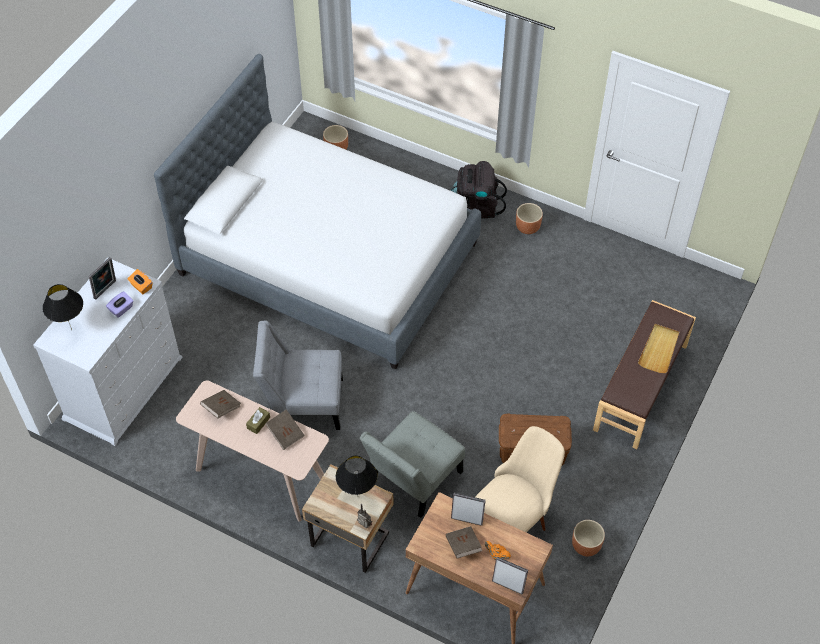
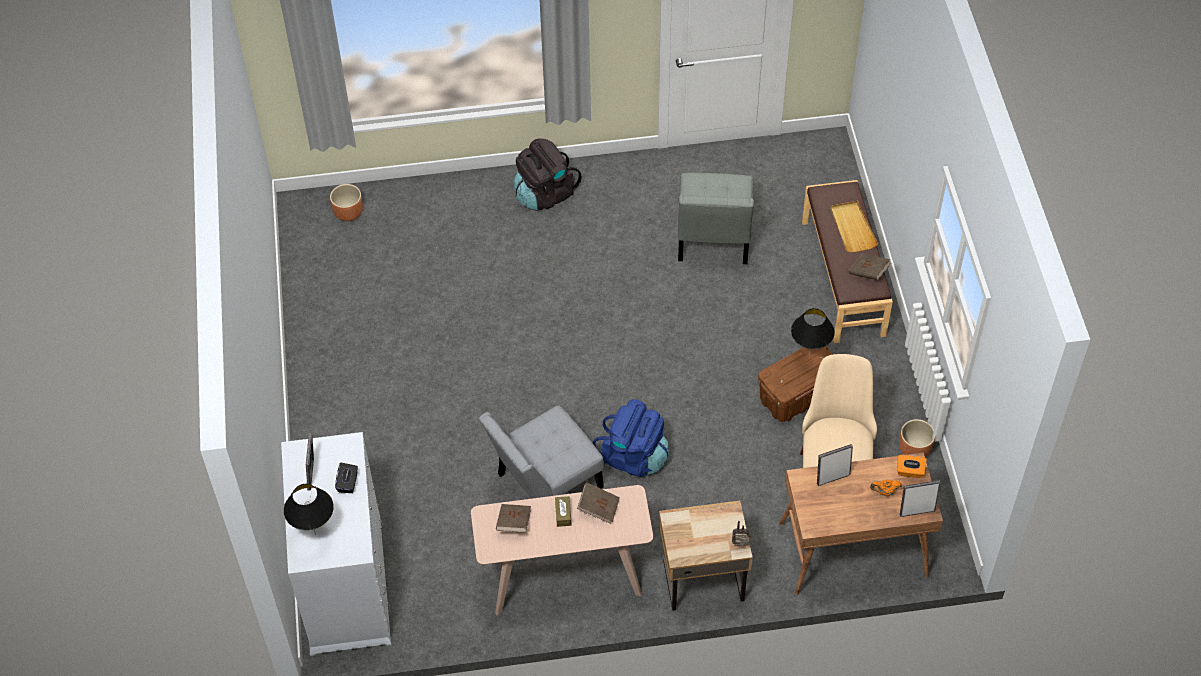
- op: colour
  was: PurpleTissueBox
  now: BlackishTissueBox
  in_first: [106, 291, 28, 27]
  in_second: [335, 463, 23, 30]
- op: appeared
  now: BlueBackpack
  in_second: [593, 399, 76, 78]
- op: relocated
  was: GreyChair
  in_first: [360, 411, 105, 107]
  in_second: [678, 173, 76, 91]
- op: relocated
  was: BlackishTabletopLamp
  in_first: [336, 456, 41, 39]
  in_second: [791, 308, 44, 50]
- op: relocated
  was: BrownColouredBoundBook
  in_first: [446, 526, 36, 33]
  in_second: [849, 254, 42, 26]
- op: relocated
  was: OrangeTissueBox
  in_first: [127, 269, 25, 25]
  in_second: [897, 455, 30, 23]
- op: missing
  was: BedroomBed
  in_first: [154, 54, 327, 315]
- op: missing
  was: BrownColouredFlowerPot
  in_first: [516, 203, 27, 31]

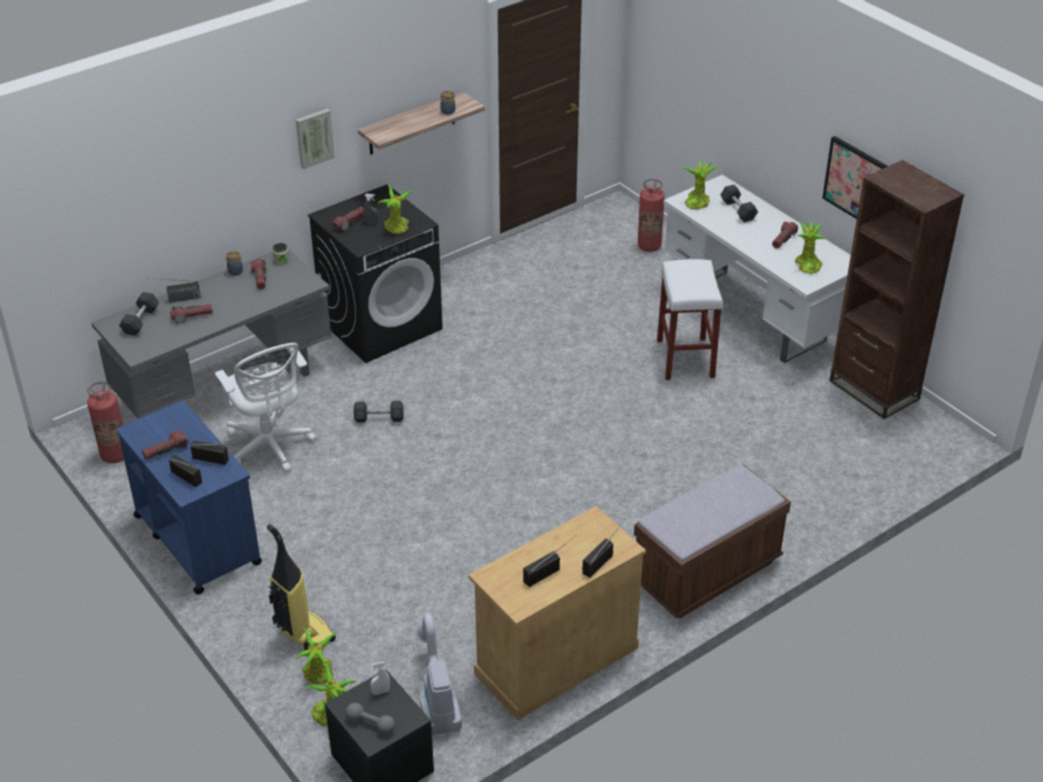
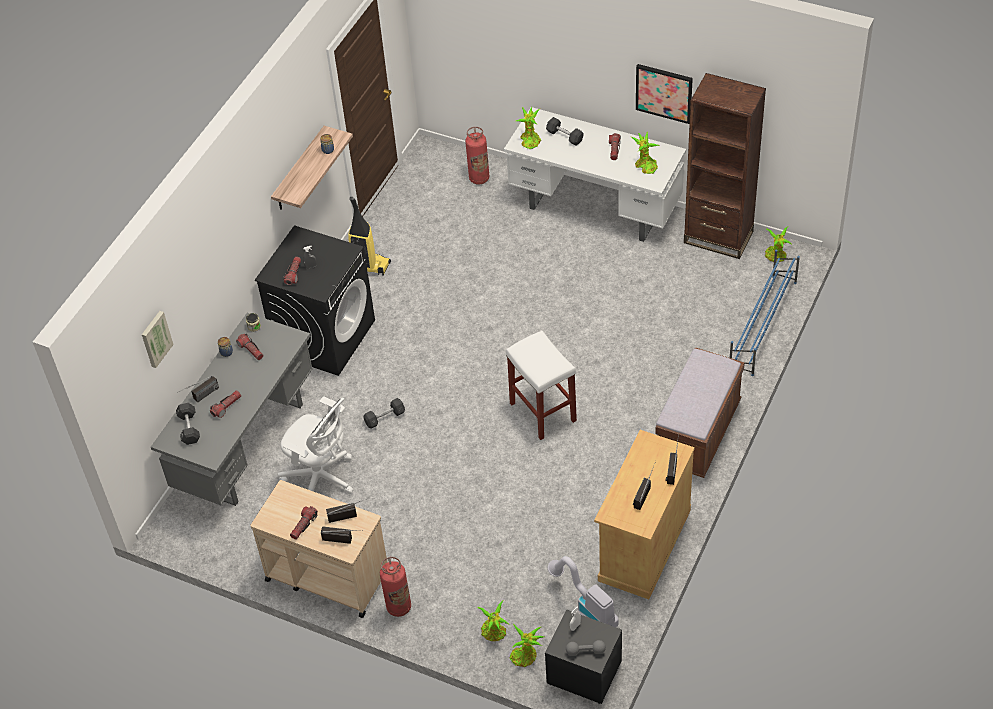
- op: relocated
  was: WallArt
  in_first: [296, 108, 39, 61]
  in_second: [142, 311, 32, 57]
- op: colour
  was: BlueCart
  now: SandColouredCart
  in_first: [116, 400, 146, 195]
  in_second: [250, 480, 138, 138]
- op: relocated
  was: Hoover
  in_first: [267, 524, 69, 127]
  in_second: [348, 197, 43, 79]
- op: relocated
  was: FireExtinguisher
  in_first: [87, 382, 37, 81]
  in_second: [380, 557, 31, 60]
- op: relocated
  was: WhiteColouredStool
  in_first: [657, 259, 66, 121]
  in_second: [506, 331, 71, 109]
- op: appeared
  now: BlueShoeStand
  in_second: [730, 249, 70, 127]
- op: relocated
  was: PottedPlant
  in_first: [377, 185, 36, 49]
  in_second: [765, 226, 27, 36]

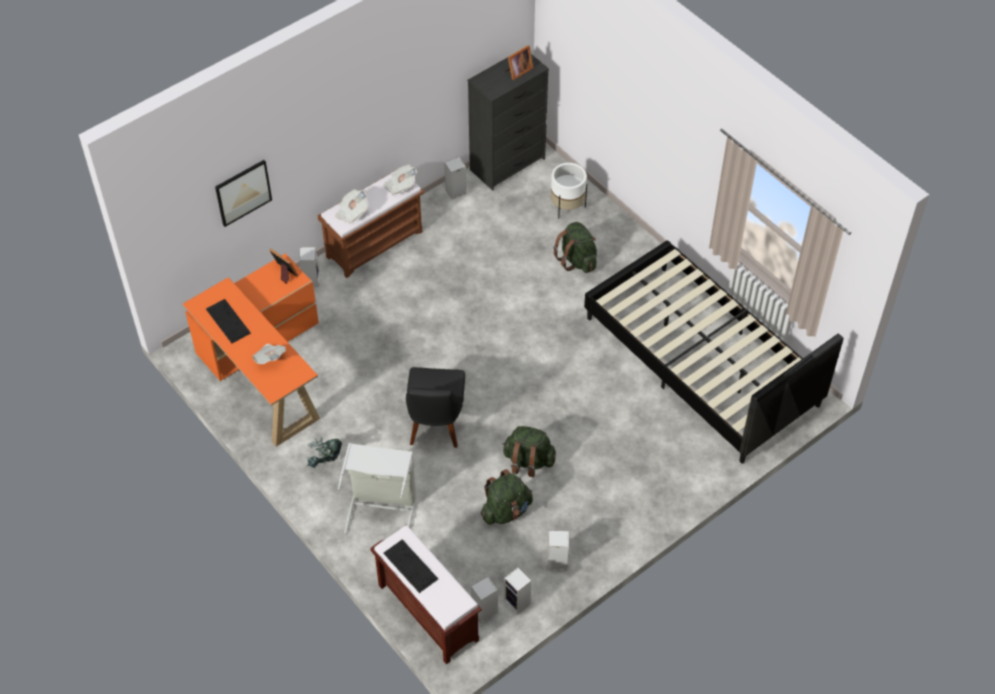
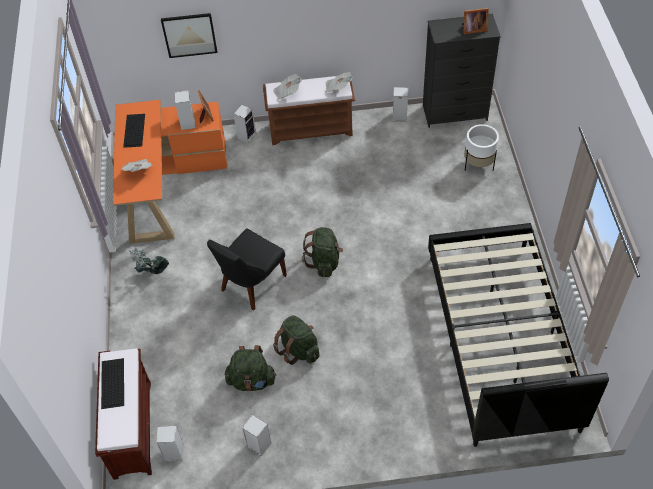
- op: relocated
  was: Speaker
  in_first: [504, 568, 27, 46]
  in_second: [174, 90, 21, 40]
- op: relocated
  was: GreenColouredBackpack
  in_first: [553, 222, 44, 51]
  in_second: [302, 227, 41, 50]
- op: missing
  was: GreyHamper
  in_first: [338, 443, 79, 90]

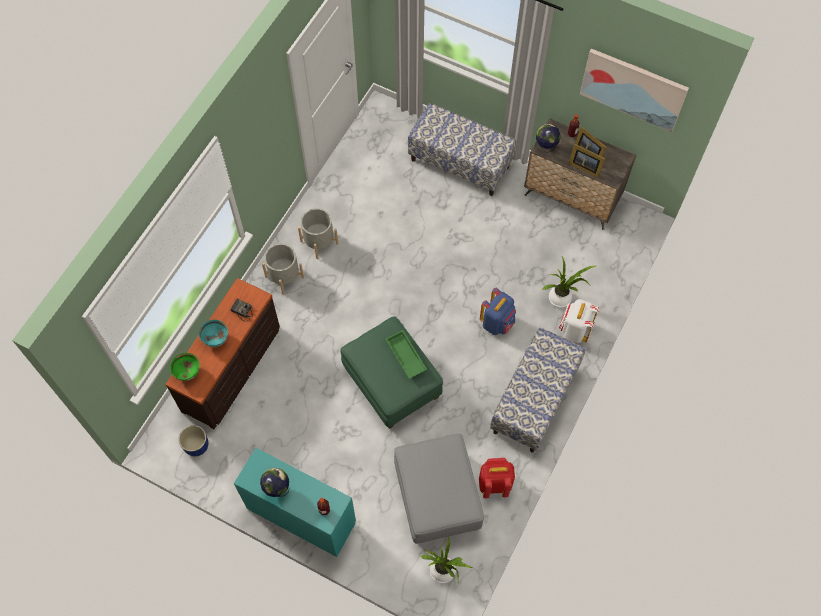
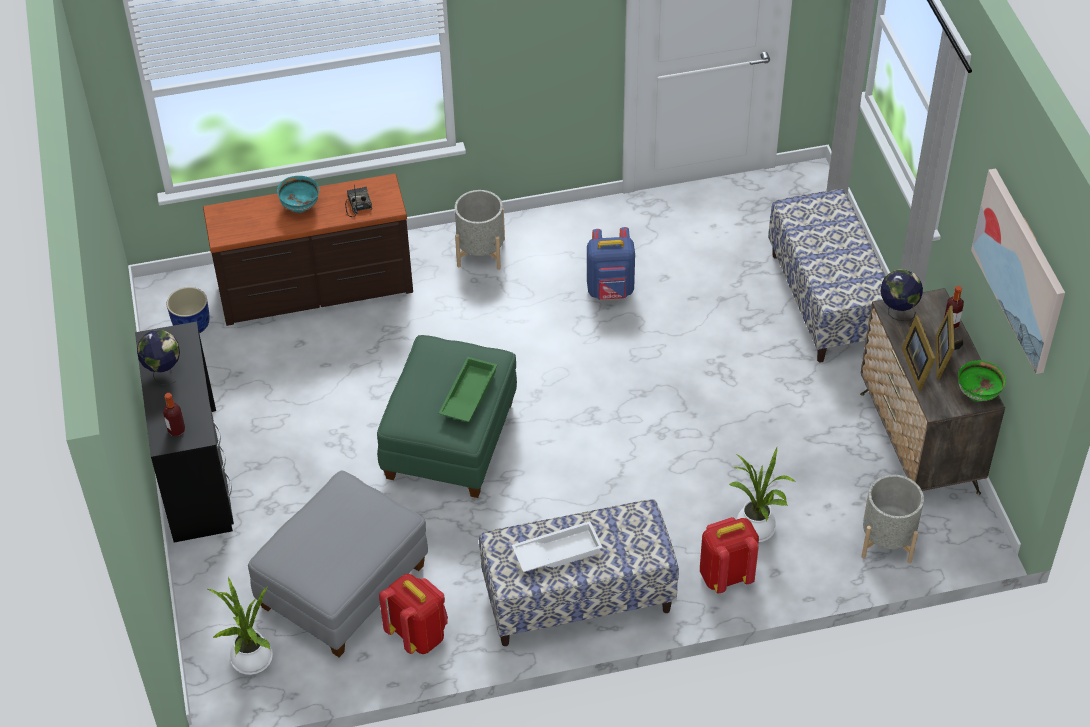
- op: colour
  was: TurquoiseColouredDesk
  now: BlackishDesk
  in_first: [234, 448, 122, 109]
  in_second: [135, 321, 99, 222]
- op: appeared
  now: WhiteColouredServingTray
  in_second: [512, 521, 91, 51]
- op: relocated
  was: BlueBackpack
  in_first: [480, 288, 36, 47]
  in_second: [587, 227, 48, 73]
- op: colour
  was: WhiteColouredBackpack
  now: ReddishBackpack
  in_first: [559, 299, 40, 44]
  in_second: [700, 517, 59, 76]
- op: relocated
  was: GreyFlowerPot
  in_first: [298, 208, 40, 51]
  in_second: [861, 475, 63, 89]
- op: relocated
  was: GreenColouredBowl
  in_first: [170, 353, 30, 28]
  in_second: [958, 360, 48, 42]

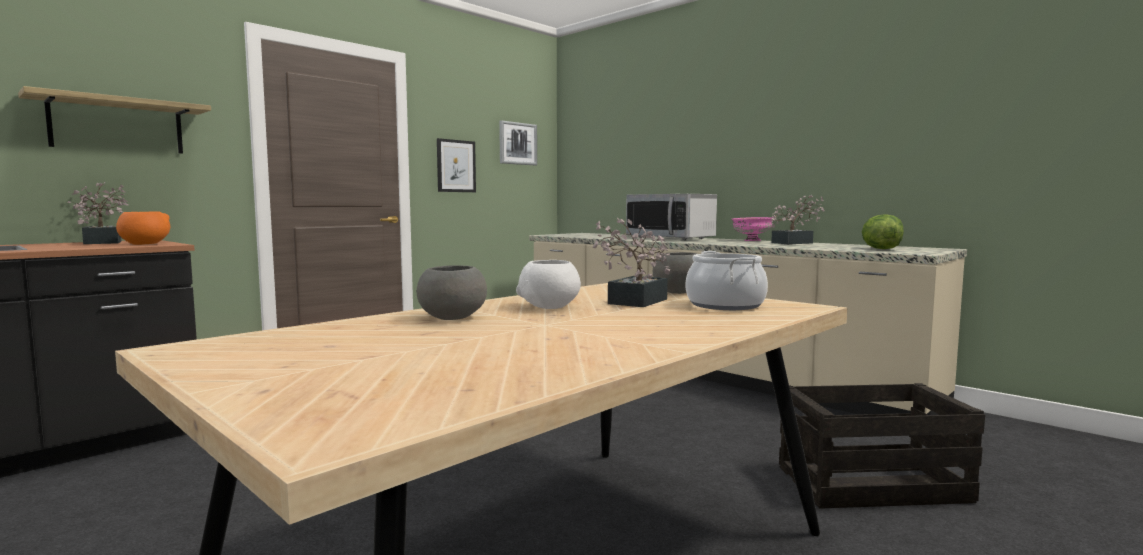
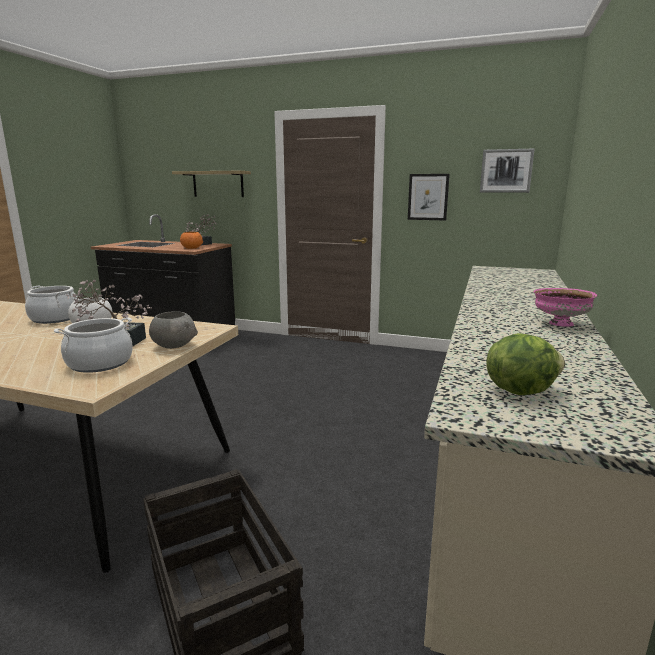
- op: exchanged
  was: GreyBowl
  now: Stockpot
  in_first: [417, 265, 70, 55]
  in_second: [25, 286, 53, 38]
- op: missing
  was: KitchenMicrowave
  in_first: [626, 194, 91, 46]
- op: missing
  was: PottedPlant
  in_first: [771, 195, 54, 49]

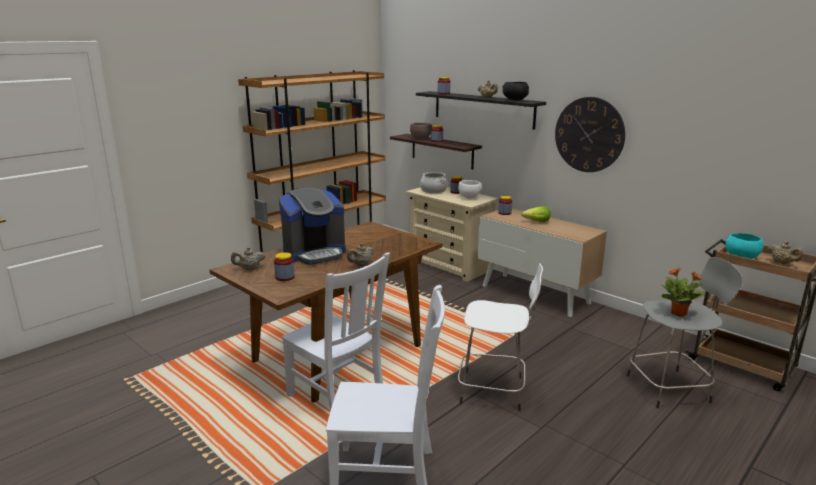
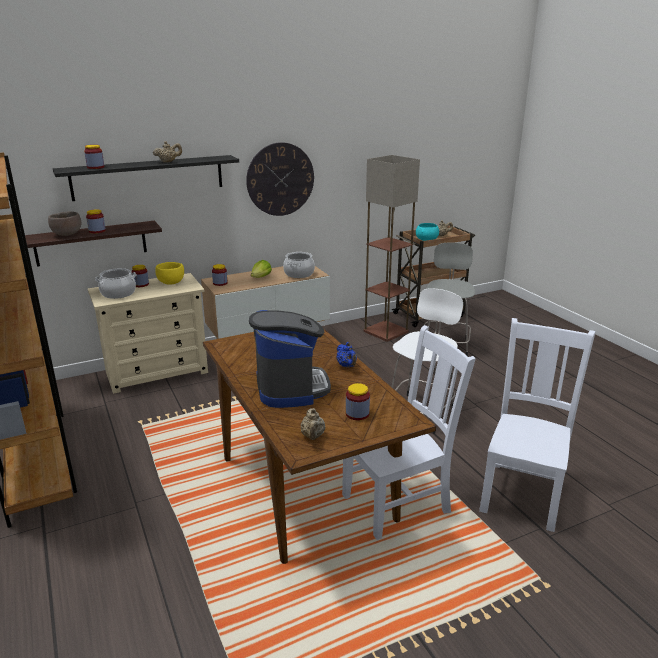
- op: colour
  was: WhiteColouredBowl
  now: YellowishBowl
  in_first: [458, 180, 24, 19]
  in_second: [155, 262, 29, 23]
- op: appeared
  now: Stockpot
  in_second: [283, 252, 32, 26]
- op: colour
  was: SandColouredPotForTea
  now: BluePotForTea
  in_first: [347, 243, 27, 23]
  in_second: [337, 342, 20, 25]
- op: appeared
  now: StandardLamp
  in_second: [363, 155, 57, 187]
- op: missing
  was: BlackishBowl
  in_first: [502, 82, 27, 19]
- op: missing
  was: PottedPlant
  in_first: [660, 267, 46, 50]

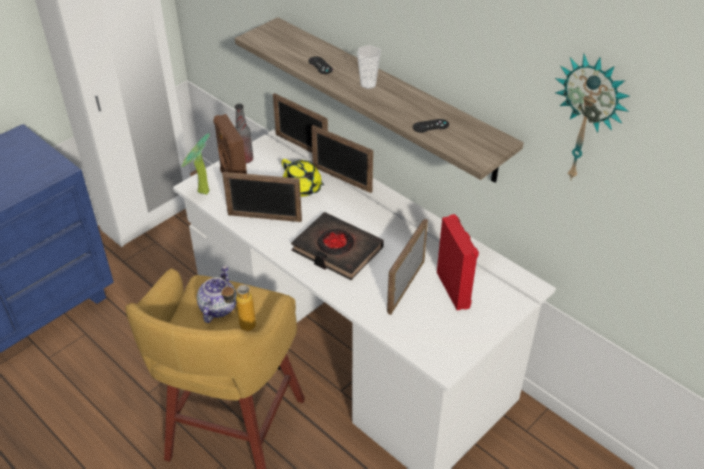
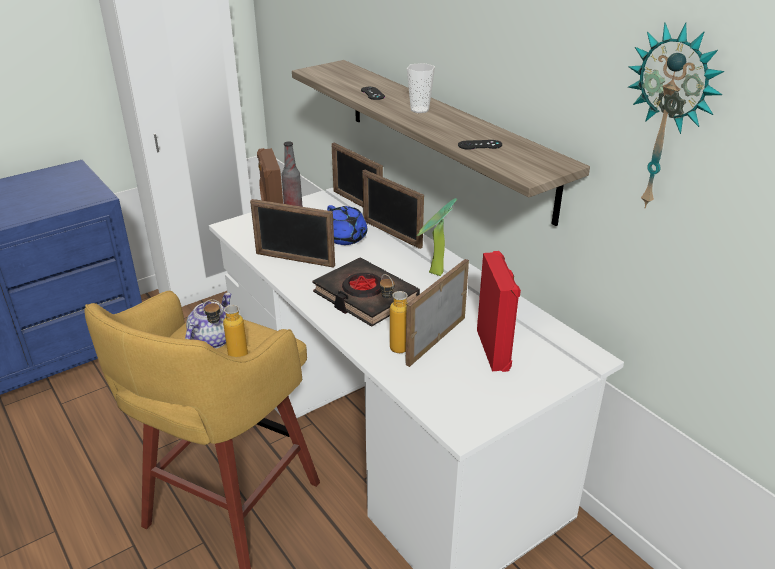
- op: colour
  was: YellowishPotForTea
  now: BluePotForTea
  in_first: [282, 159, 42, 38]
  in_second: [327, 205, 40, 40]
- op: appeared
  now: BeverageBottle
  in_second: [380, 274, 28, 79]
- op: relocated
  was: PottedPlant
  in_first: [181, 133, 29, 62]
  in_second: [417, 198, 40, 78]

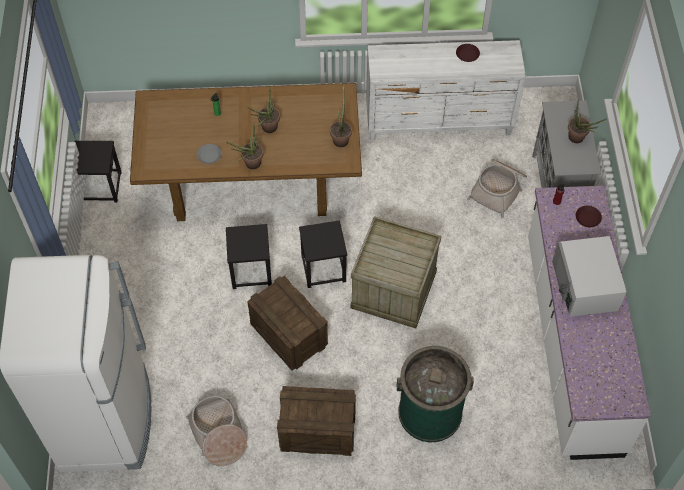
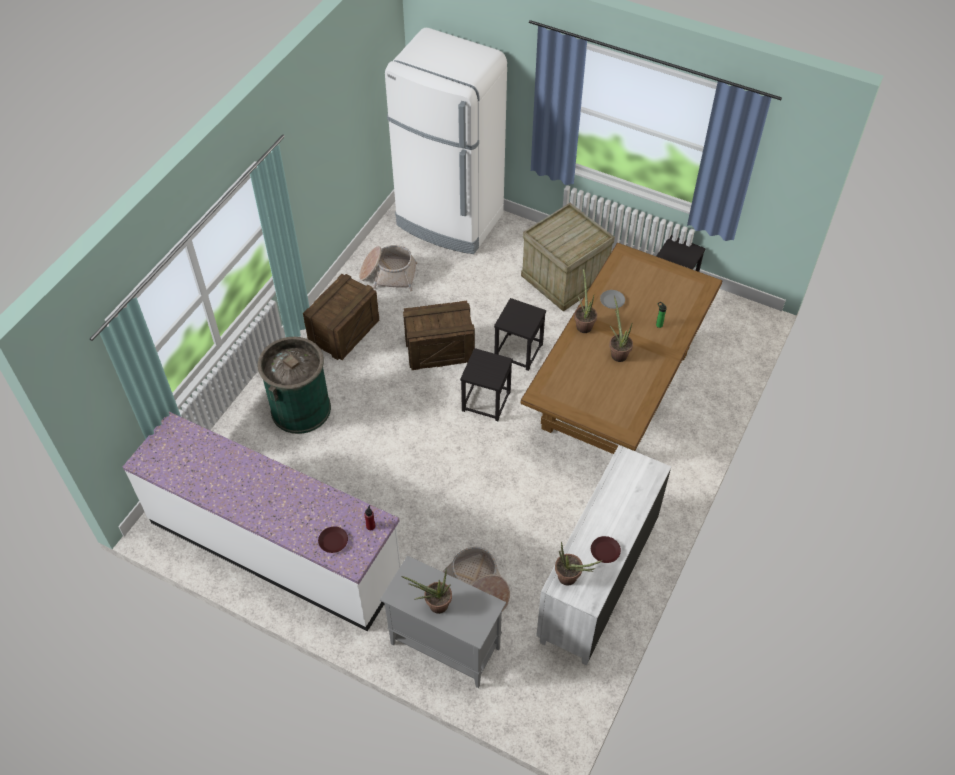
- op: relocated
  was: Crate
  in_first: [350, 216, 91, 112]
  in_second: [521, 203, 94, 108]
- op: relocated
  was: PottedPlant
  in_first: [330, 85, 22, 62]
  in_second: [555, 542, 48, 44]
- op: missing
  was: WhiteColouredKitchenMicrowave
  in_first: [552, 236, 74, 81]

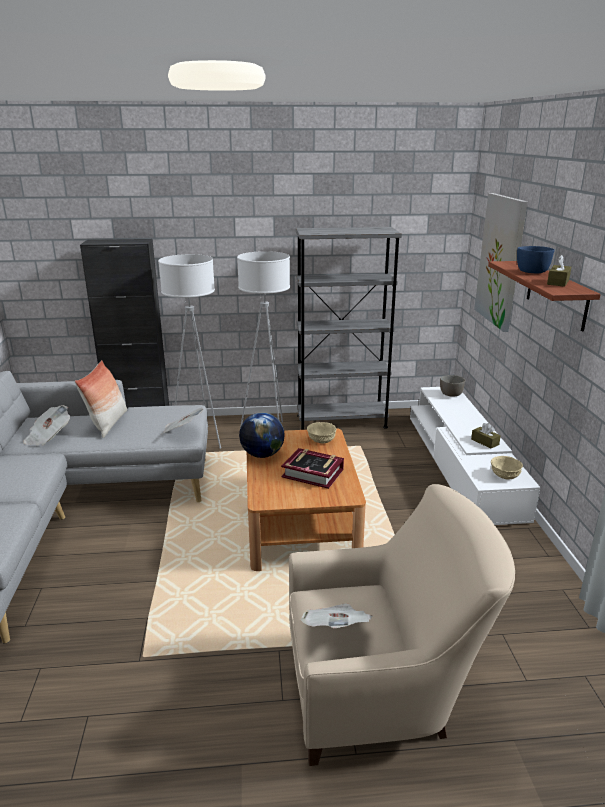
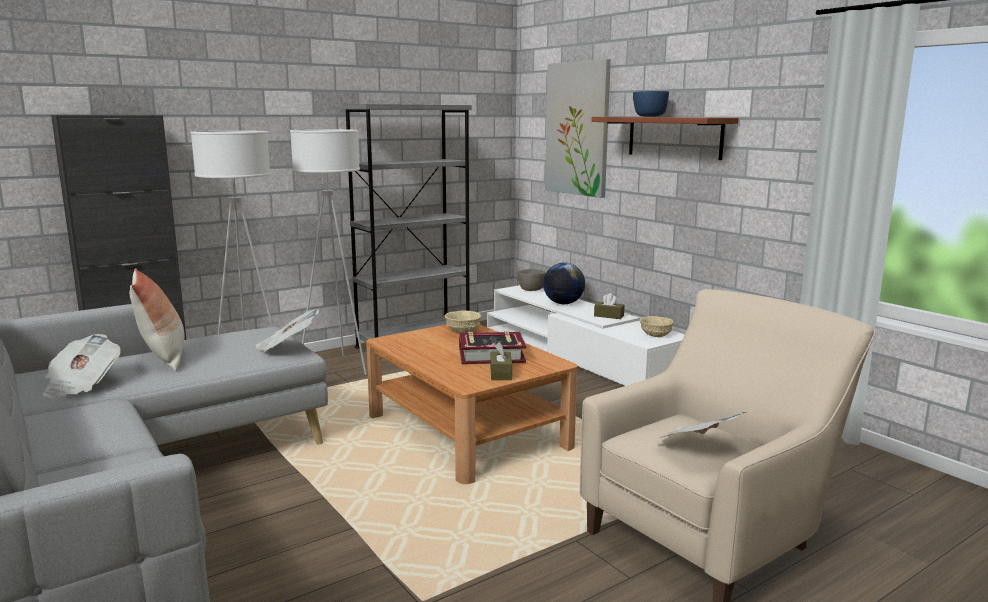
- op: relocated
  was: BrownColouredTissueBox
  in_first: [547, 255, 24, 32]
  in_second: [490, 342, 22, 38]
- op: relocated
  was: WorldGlobe
  in_first: [239, 412, 46, 46]
  in_second: [543, 262, 42, 42]

